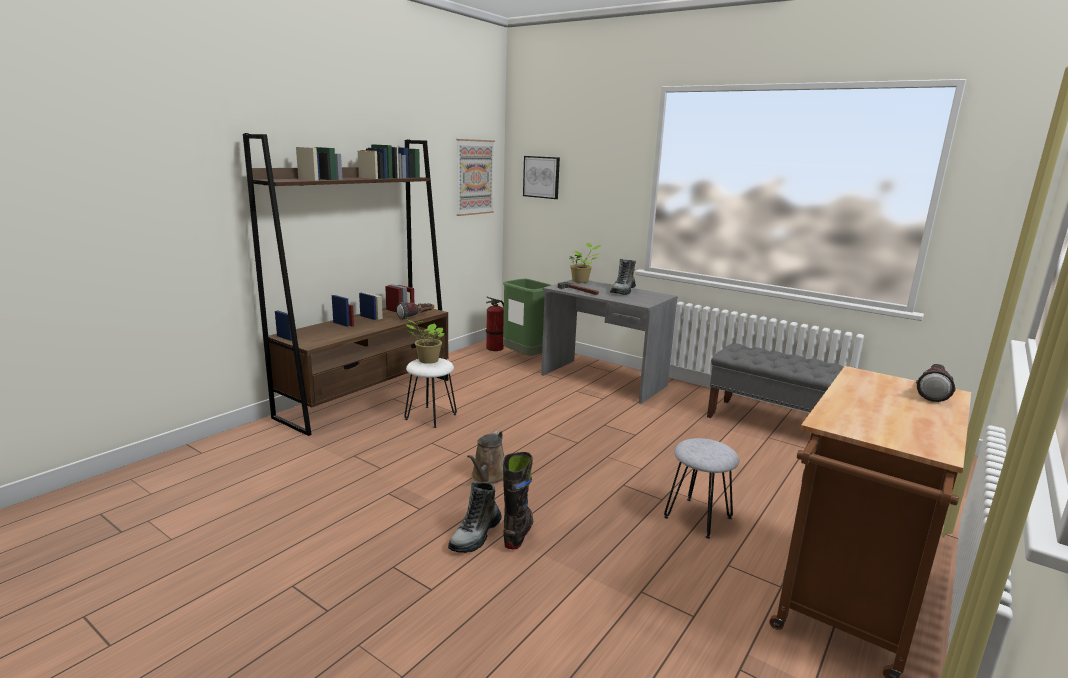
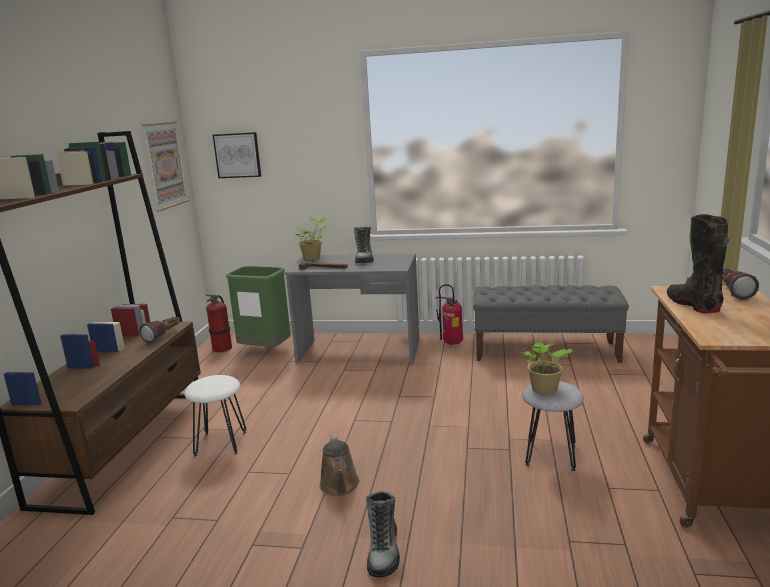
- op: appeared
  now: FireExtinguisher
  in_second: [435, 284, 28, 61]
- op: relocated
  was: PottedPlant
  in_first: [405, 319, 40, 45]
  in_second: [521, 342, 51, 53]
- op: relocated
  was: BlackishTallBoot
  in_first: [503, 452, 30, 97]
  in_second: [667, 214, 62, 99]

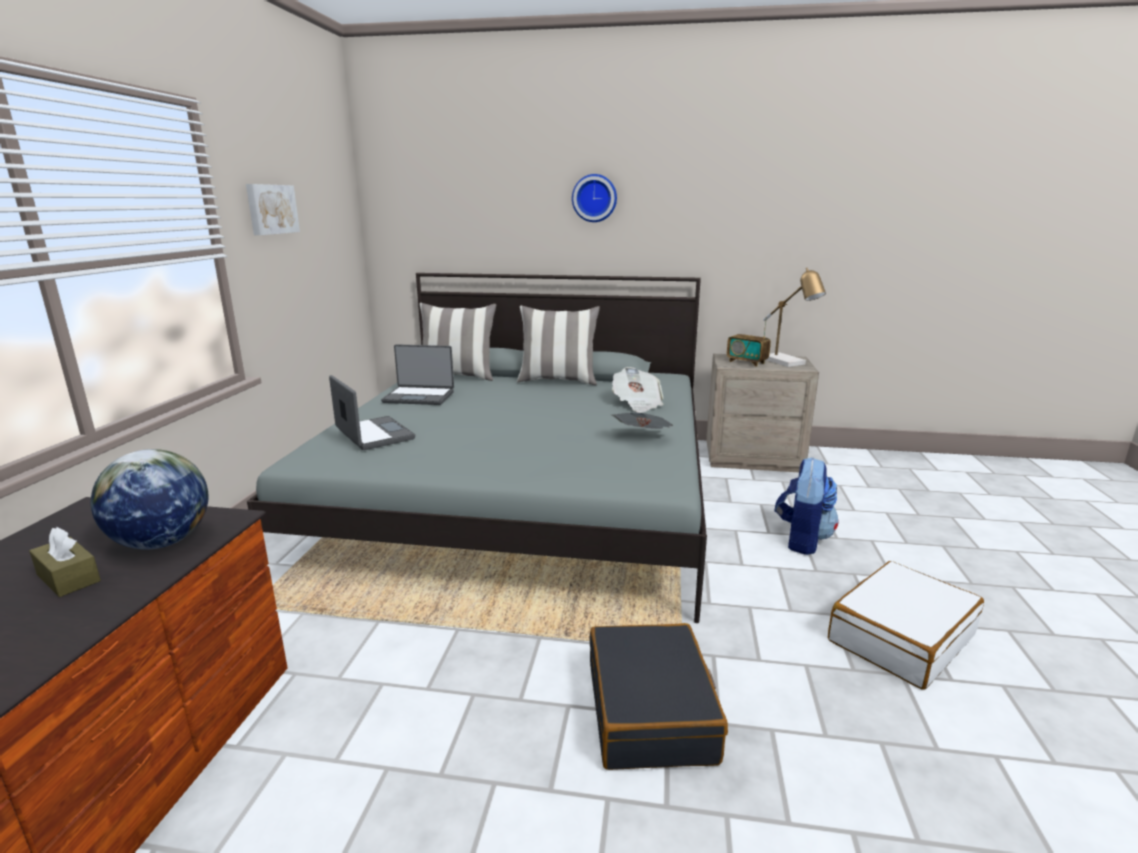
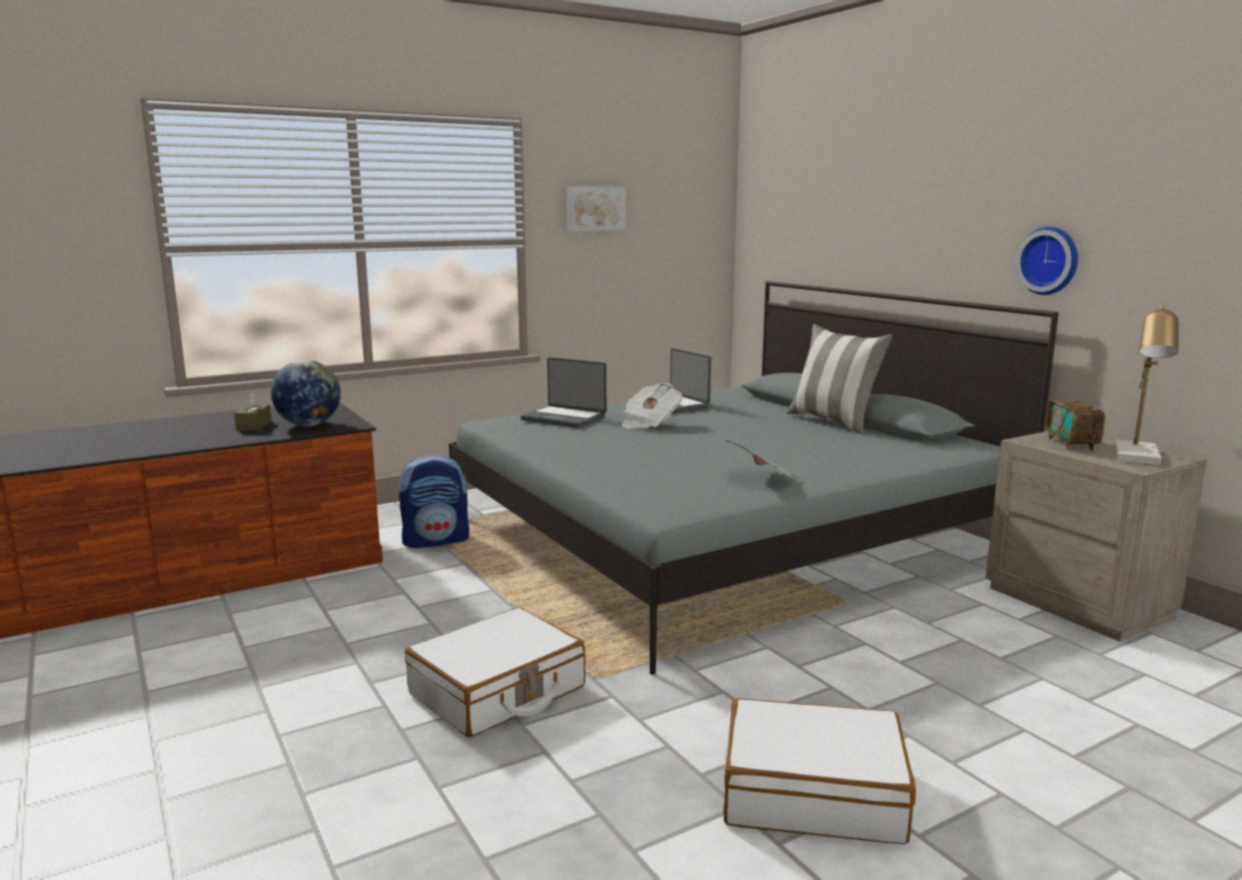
- op: relocated
  was: Backpack
  in_first: [774, 457, 65, 98]
  in_second: [399, 455, 70, 93]
- op: colour
  was: BlackishSuitcase
  now: WhiteColouredSuitcase
  in_first: [589, 623, 139, 147]
  in_second: [405, 608, 180, 129]
- op: spun
  was: Laptop
  in_first: [329, 375, 86, 75]
  in_second: [520, 357, 87, 71]
  clockwise: 105
- op: relocated
  was: PrintedPaper
  in_first: [612, 367, 52, 46]
  in_second: [622, 383, 61, 45]
- op: relocated
  was: WallClock
  in_first: [572, 174, 45, 48]
  in_second: [1015, 227, 63, 68]
- op: missing
  was: Pillow
  in_first: [420, 303, 76, 78]

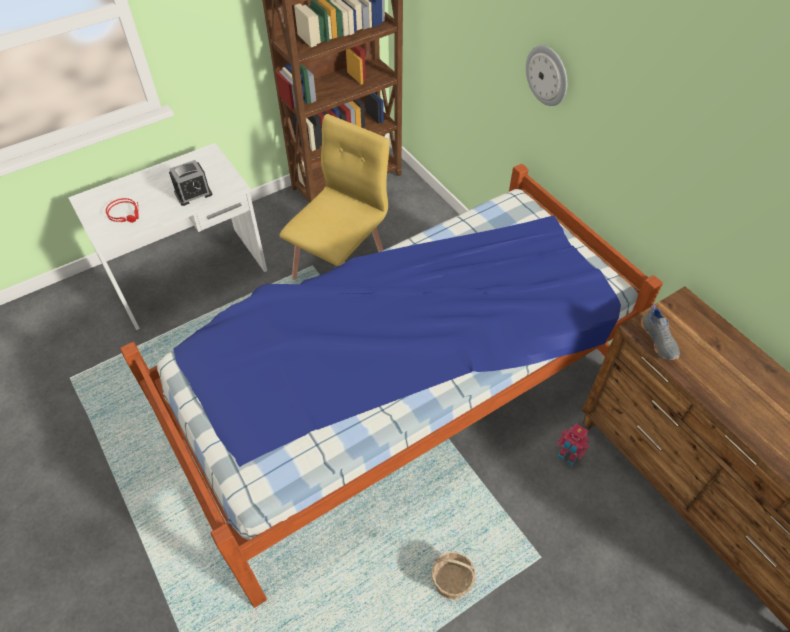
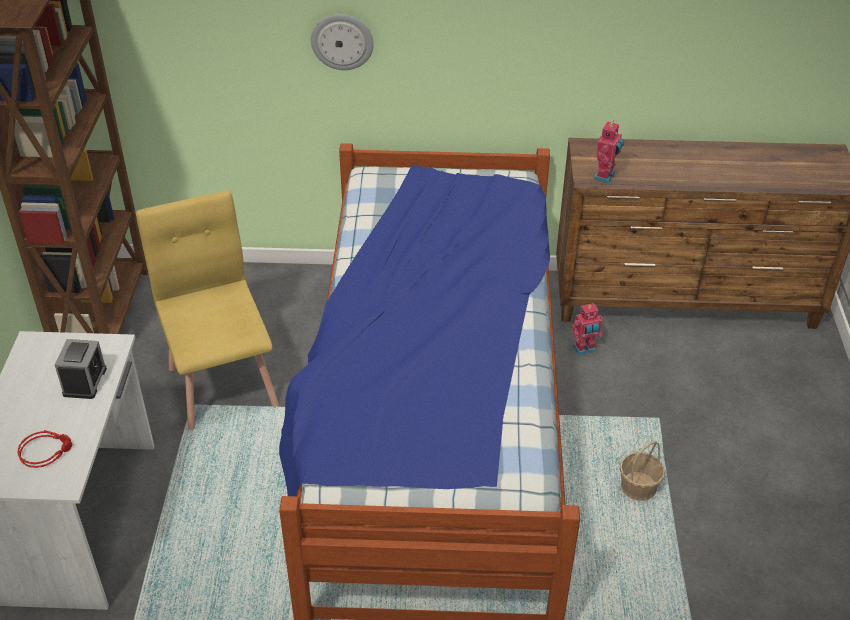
- op: exchanged
  was: GreyLowShoe
  now: ToyRobot
  in_first: [641, 304, 39, 56]
  in_second: [593, 120, 31, 63]

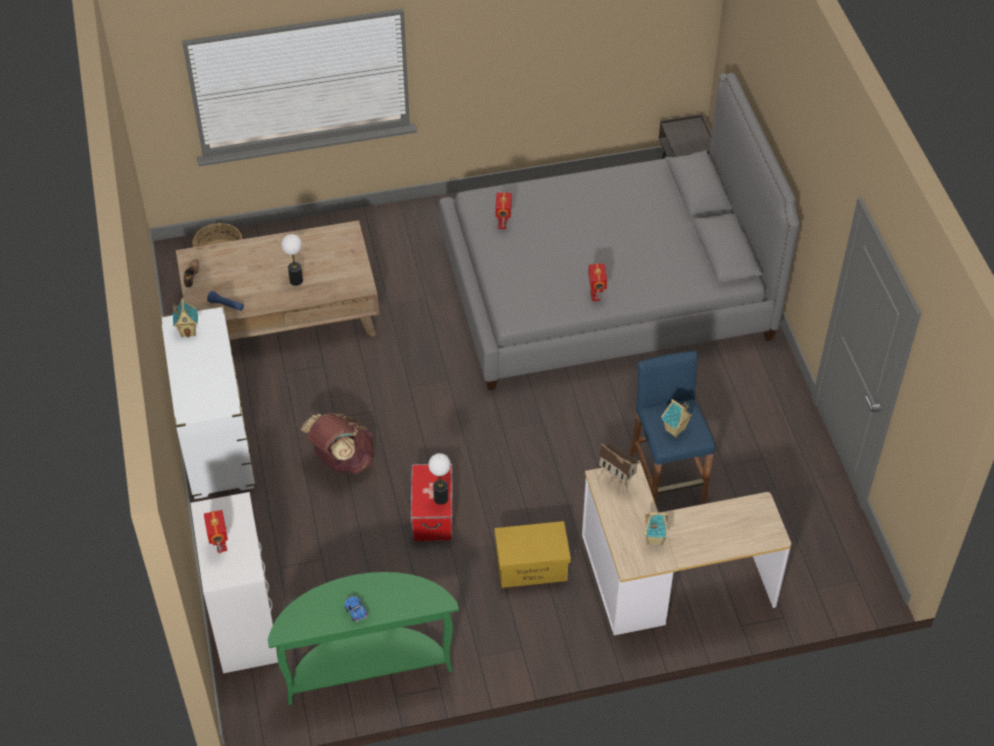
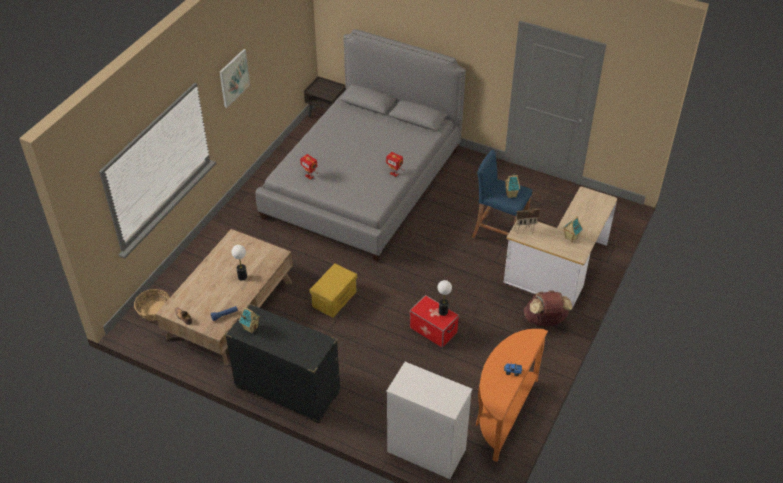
- op: appeared
  now: WallArt
  in_second: [219, 49, 31, 59]
- op: colour
  was: WhiteColouredDrawerChest
  now: BlackishDrawerChest
  in_first: [160, 306, 95, 193]
  in_second: [225, 304, 115, 119]
- op: relocated
  was: YellowishStorageBin
  in_first: [494, 521, 77, 67]
  in_second: [309, 263, 48, 55]
- op: colour
  was: GreenColouredHallTable
  now: OrangeHallTable
  in_first: [268, 572, 191, 133]
  in_second: [476, 329, 72, 133]
- op: relocated
  was: BrownColouredBackpack
  in_first: [300, 413, 73, 61]
  in_second: [524, 290, 48, 36]
- op: missing
  was: ToyRobot
  in_first: [204, 510, 24, 44]

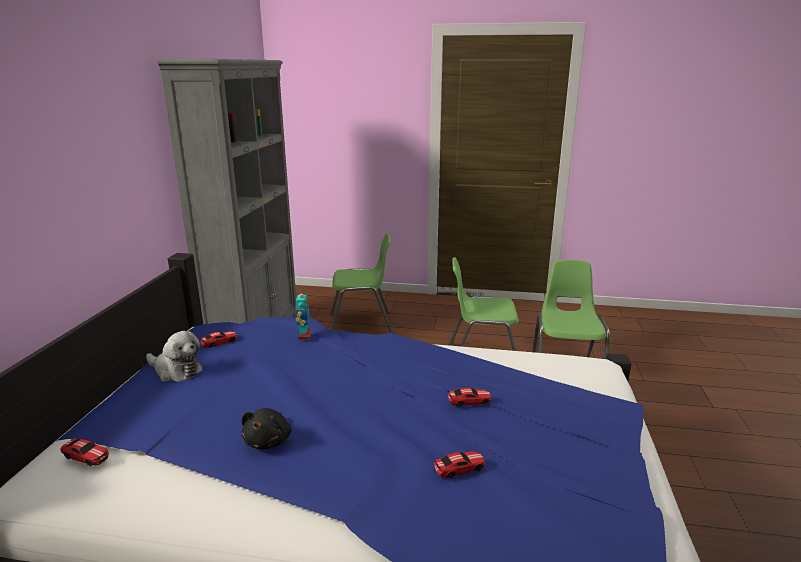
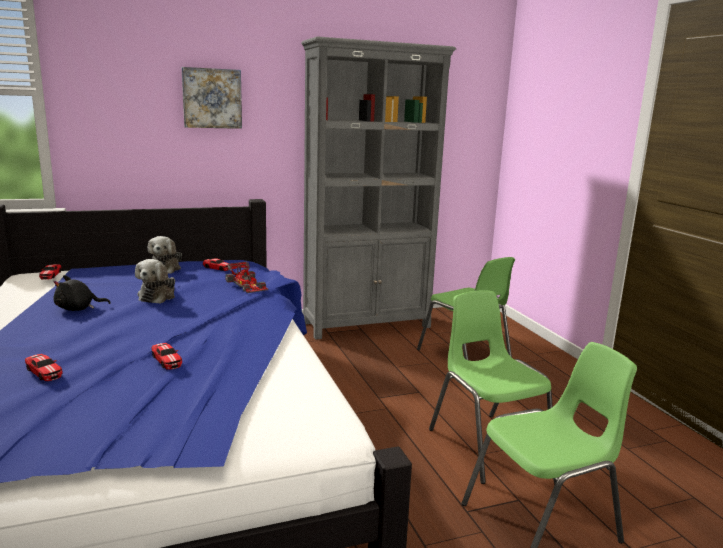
- op: appeared
  now: SoftToy
  in_second: [135, 259, 40, 45]
- op: appeared
  now: WallArt
  in_second: [181, 67, 61, 62]
- op: exchanged
  was: ToyRobot
  now: MiniatureCar
  in_first: [295, 290, 16, 50]
  in_second: [225, 262, 43, 31]

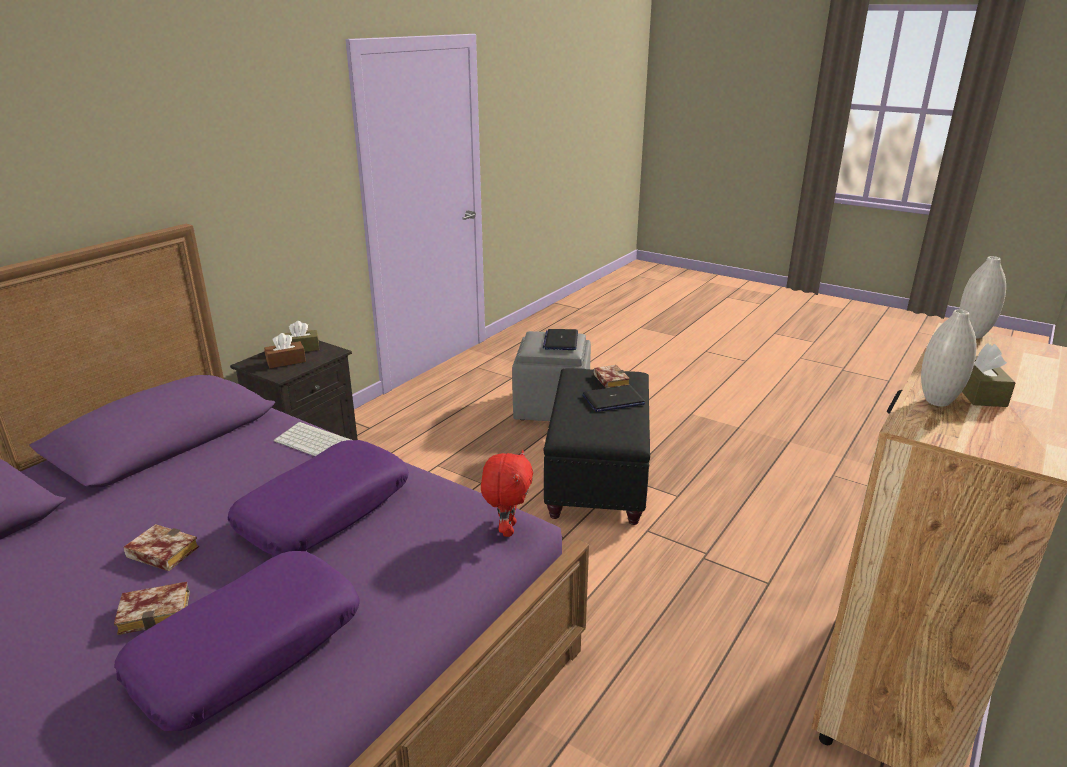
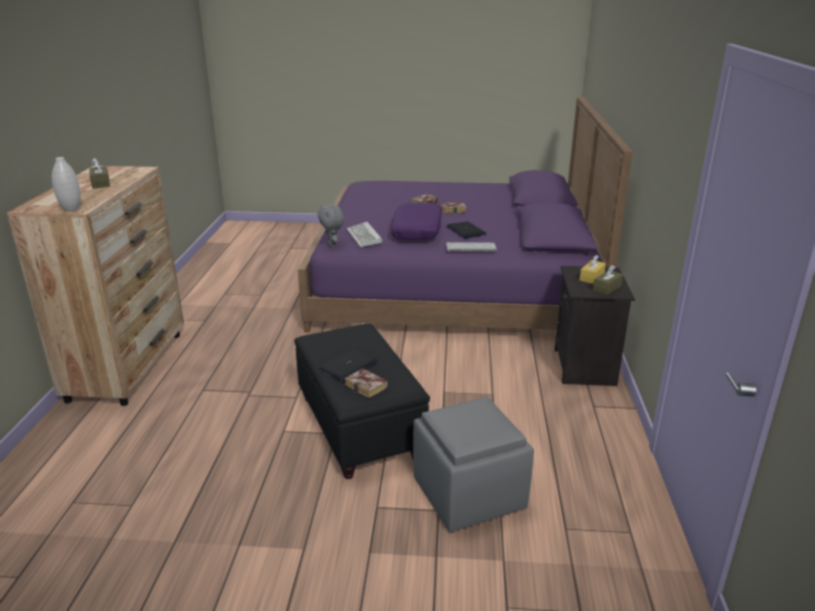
- op: colour
  was: ReddishSoftToy
  now: GreySoftToy
  in_first: [481, 450, 52, 87]
  in_second: [317, 204, 27, 43]
- op: appeared
  now: ComputerKeyboard
  in_second: [347, 222, 35, 25]
- op: relocated
  was: Laptop
  in_first: [543, 329, 35, 21]
  in_second: [447, 221, 40, 17]
- op: colour
  was: BrownColouredTissueBox
  now: YellowishTissueBox
  in_first: [264, 333, 42, 35]
  in_second: [580, 255, 26, 29]
- op: missing
  was: PurplePillow
  in_first: [114, 551, 246, 180]
- op: missing
  was: WhiteColouredFlowerVase
  in_first: [921, 309, 56, 97]

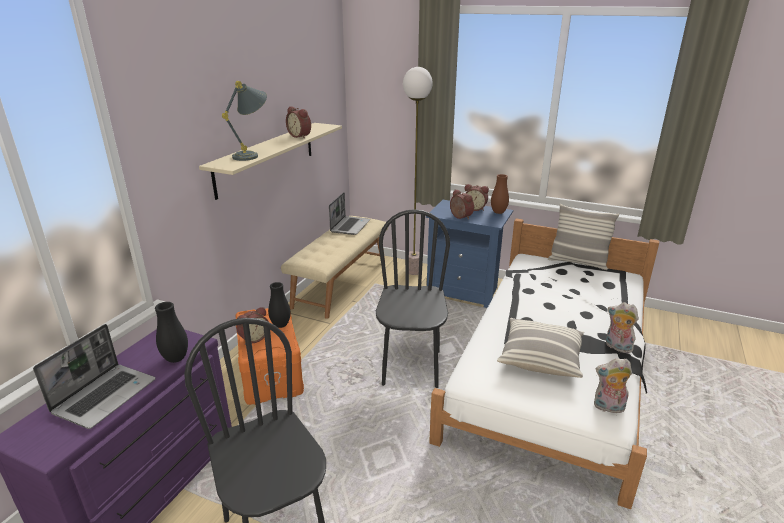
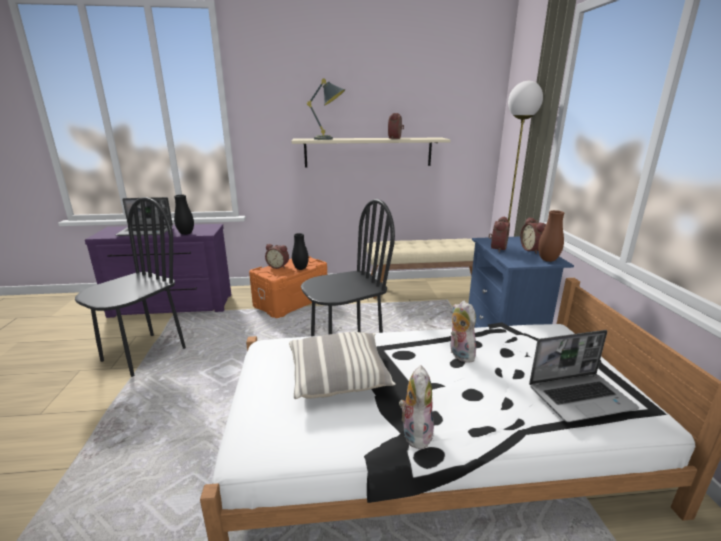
- op: relocated
  was: SoftToy
  in_first: [594, 358, 38, 55]
  in_second: [450, 300, 26, 62]
- op: relocated
  was: Laptop
  in_first: [329, 192, 41, 43]
  in_second: [529, 330, 110, 92]
- op: missing
  was: Pillow
  in_first: [548, 204, 71, 66]

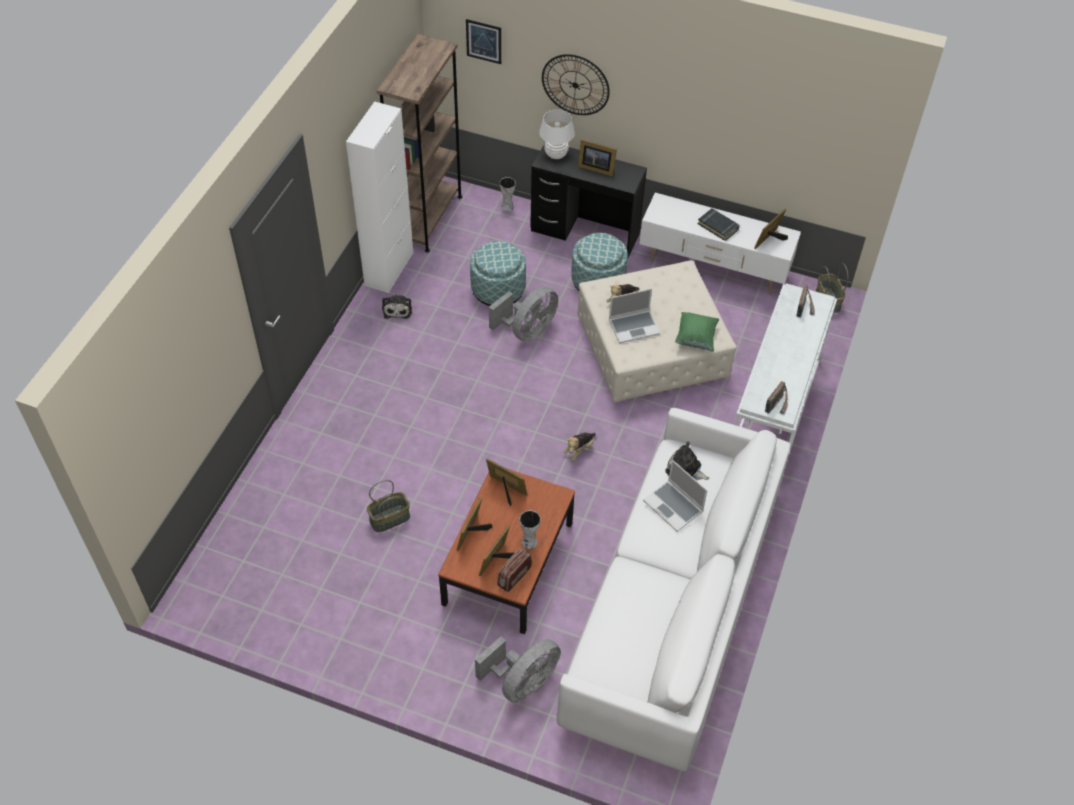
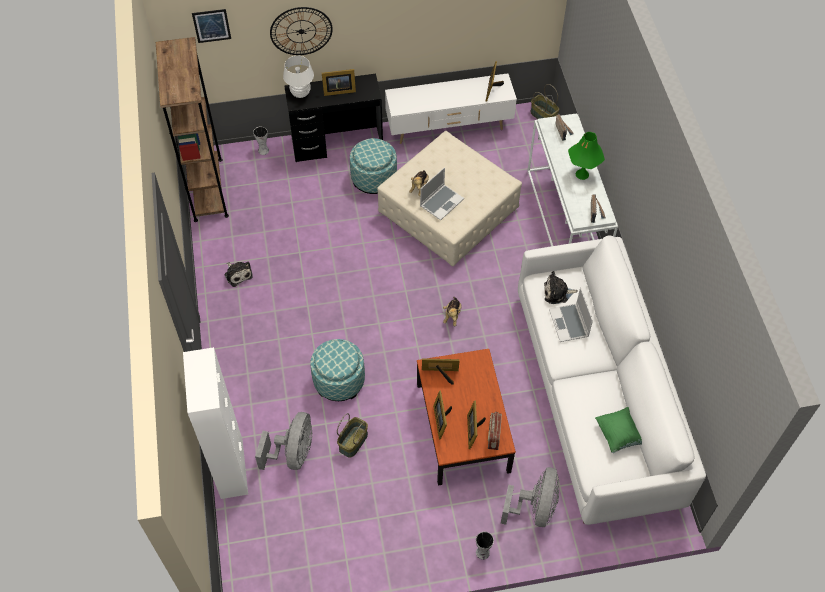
- op: relocated
  was: WhiteColouredCupboard
  in_first: [346, 101, 67, 192]
  in_second: [183, 347, 65, 152]
- op: relocated
  was: GreyCoolingFan
  in_first: [489, 287, 69, 55]
  in_second: [255, 412, 57, 58]
- op: relocated
  was: Footrest
  in_first: [470, 241, 56, 65]
  in_second: [310, 339, 55, 62]
- op: relocated
  was: FlowerVase
  in_first: [519, 510, 22, 39]
  in_second: [476, 532, 18, 28]
- op: spun
  was: Laptop
  in_first: [643, 460, 65, 72]
  in_second: [549, 287, 44, 55]
  clockwise: 60
- op: appeared
  now: GreenColouredTabletopLamp
  in_second: [568, 132, 37, 48]
- op: relocated
  was: GreenColouredPillow
  in_first: [675, 312, 44, 39]
  in_second: [595, 407, 47, 46]
- op: missing
  was: BlackishBoundBook
  in_first: [698, 208, 42, 33]

